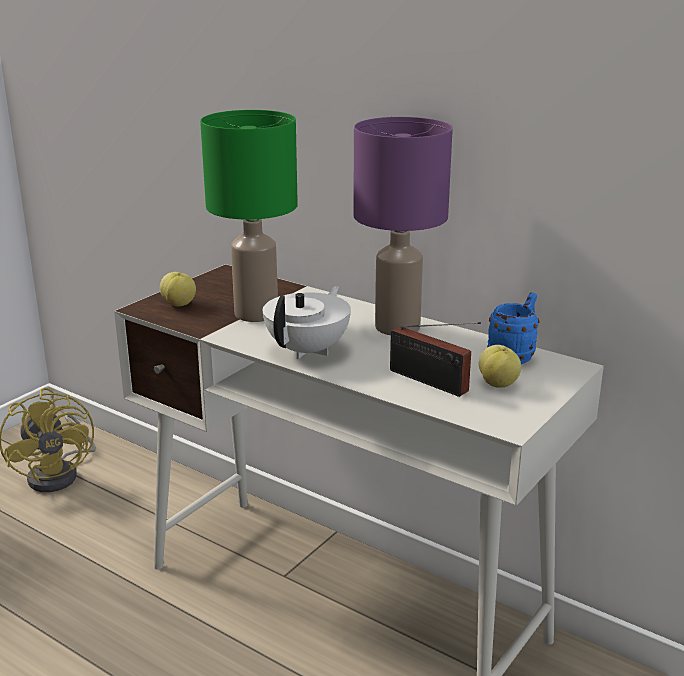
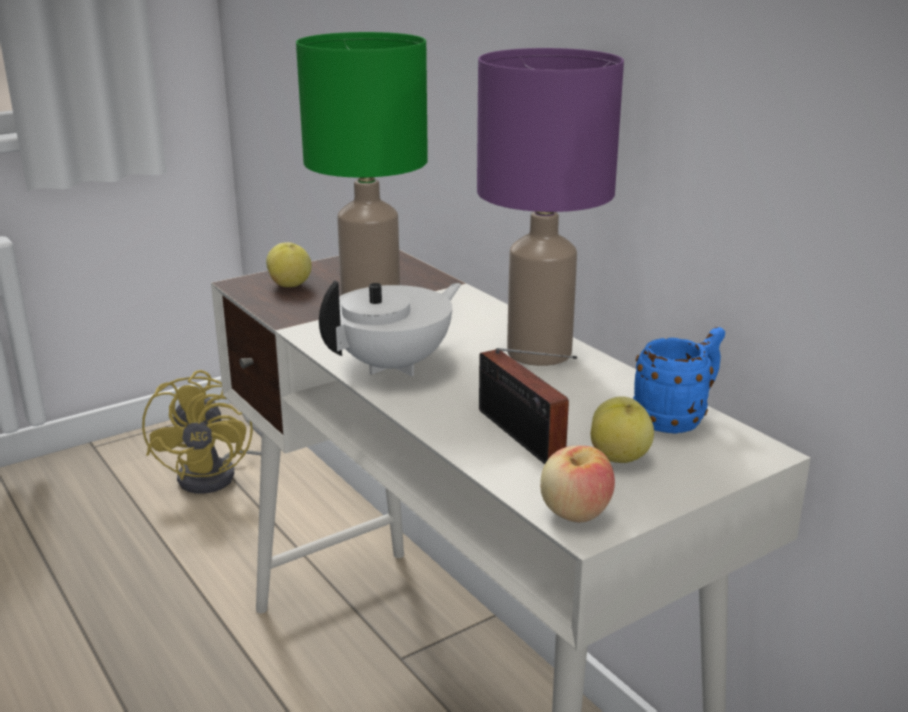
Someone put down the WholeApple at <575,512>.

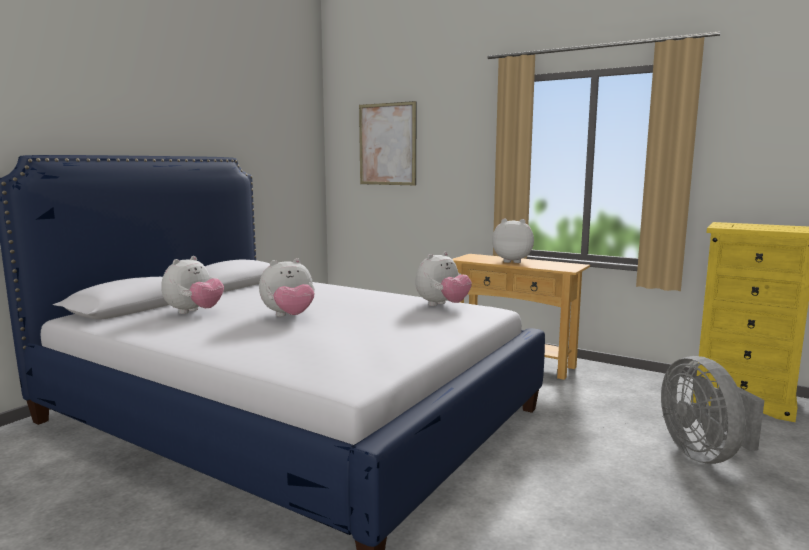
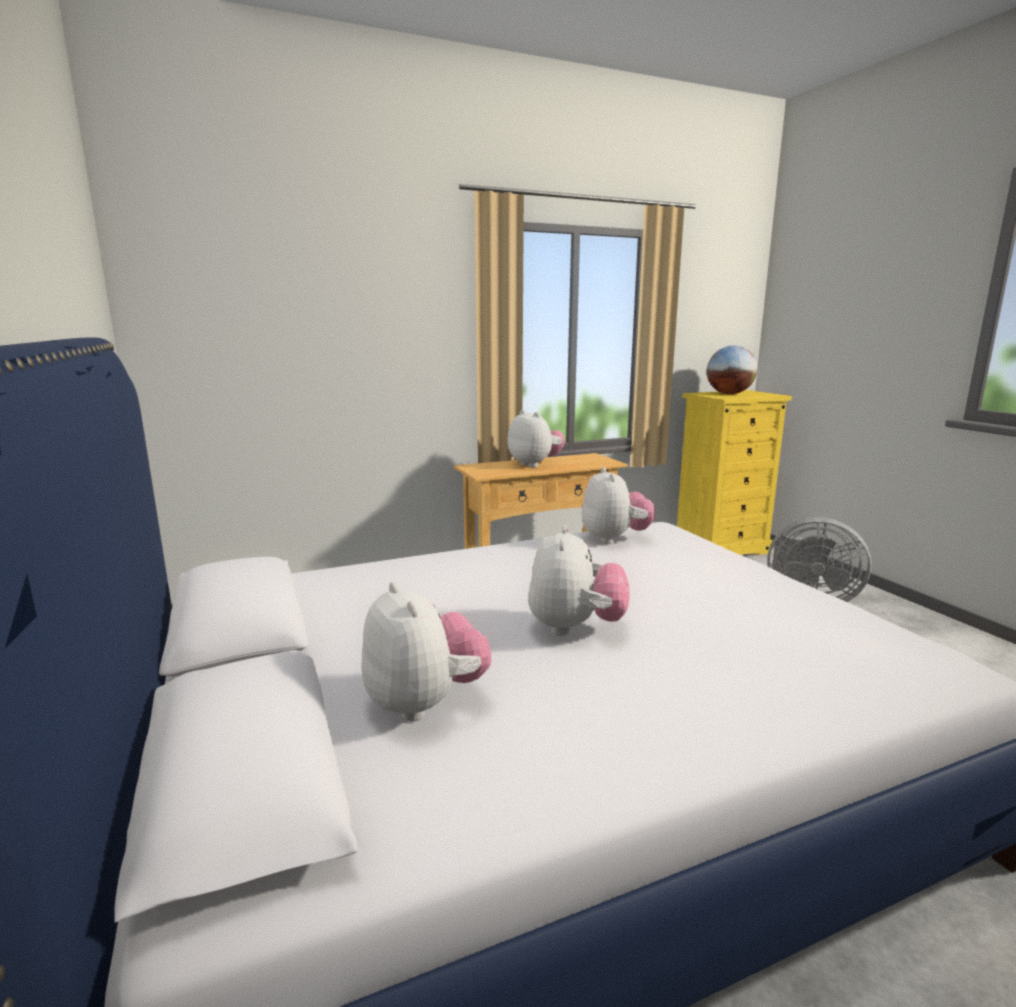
Someone rotated the PlushToy at <512,261> by 90 degrees clockwise.
Someone put down the WorldGlobe at <729,394>.
Someone took away the WallPicture at <387,144>.

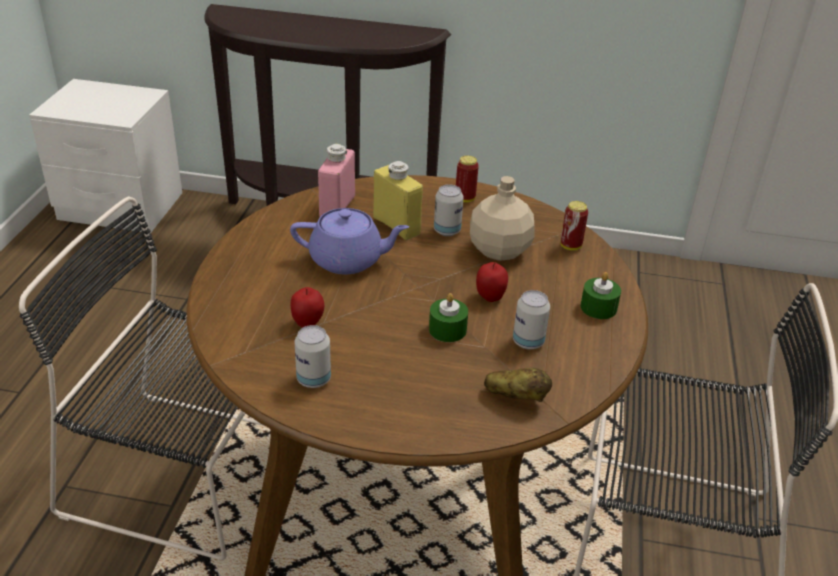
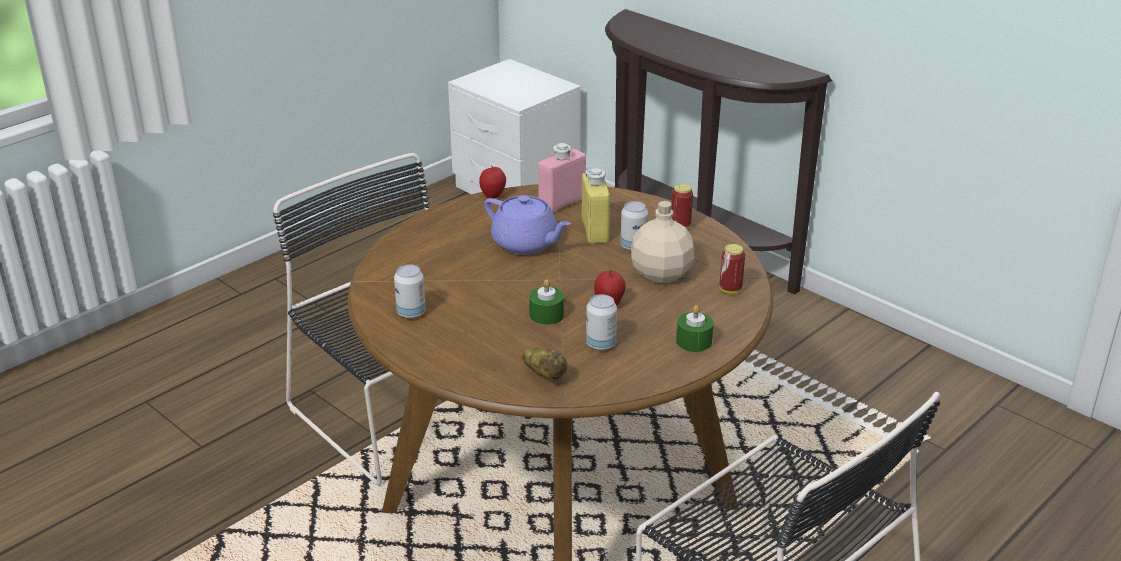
Someone carried the WholeApple from <308,323> to <493,196>.

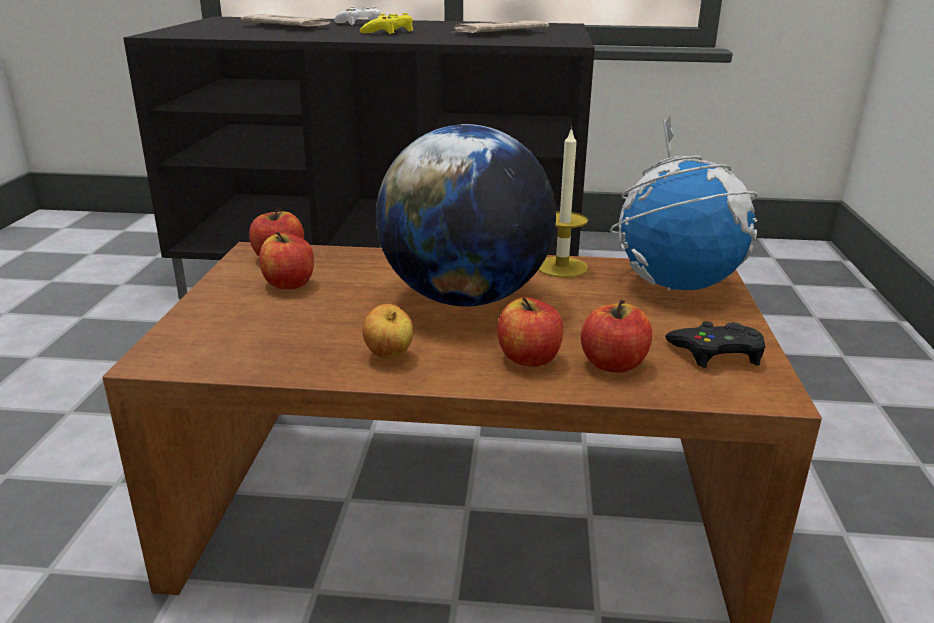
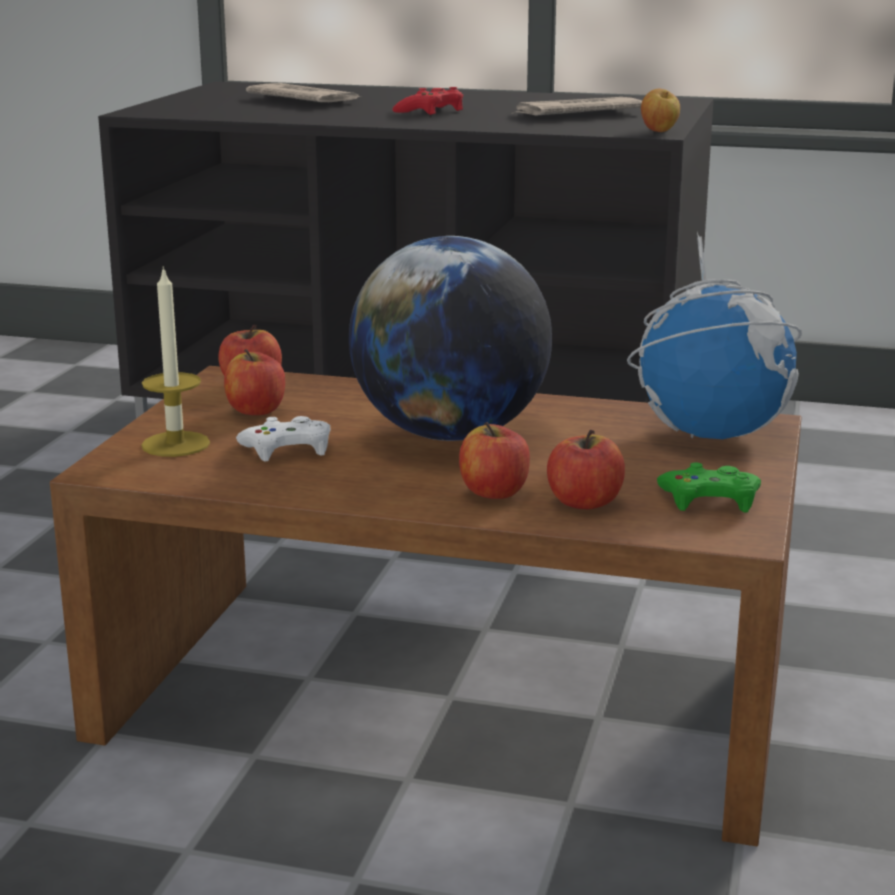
Someone carried the WaxLight from <561,267> to <175,444>.
Someone carried the WhitishGamepad from <360,23> to <288,449>.
Someone repainted the YellowGamepad at <389,32>, which became the RedColouredGamepad at <431,111>.
Someone carried the WholeApple from <389,356> to <659,131>.
Someone repainted the BlackGamepad at <717,353>, which became the GreenGamepad at <710,500>.

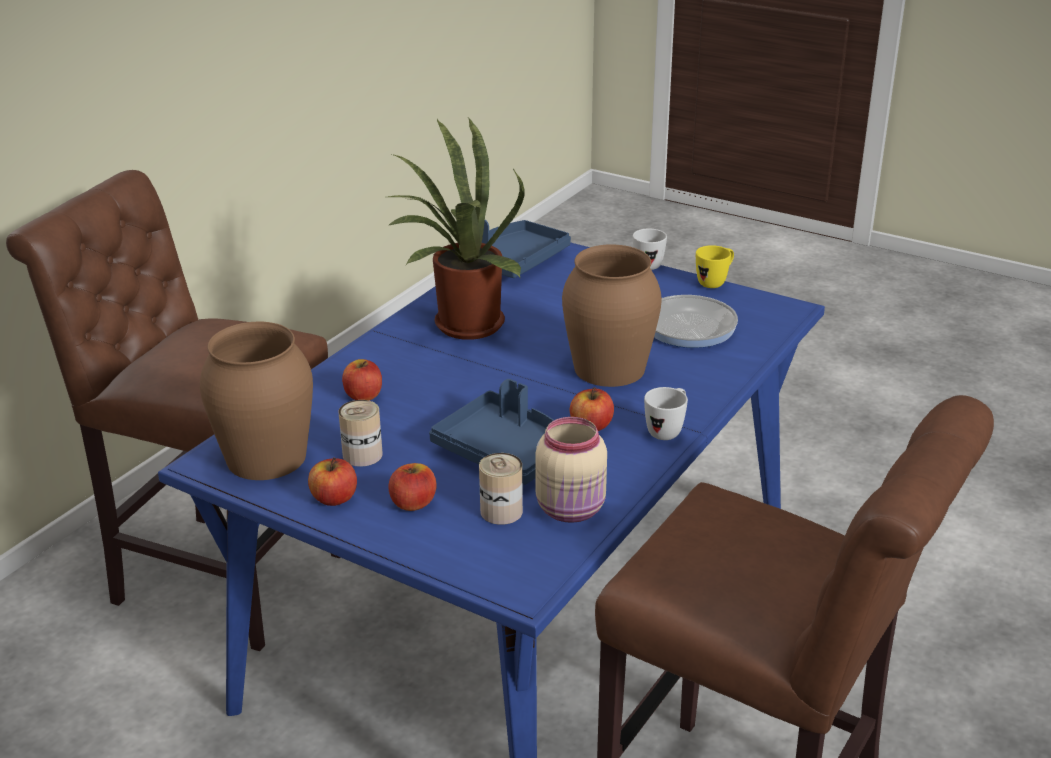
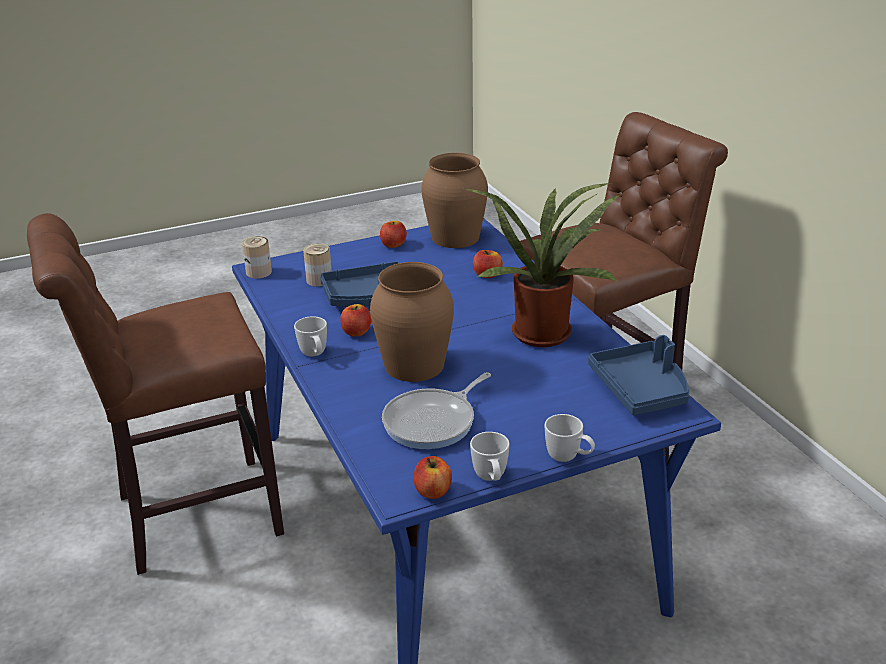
Someone carried the Can from <362,455> to <259,272>.
Someone carried the WholeApple from <413,503> to <433,491>.
Someone repainted the YellowTeaMug at <715,282>, which became the WhitishTeaMug at <491,479>.
Someone took away the BeigeJar at <572,509>.

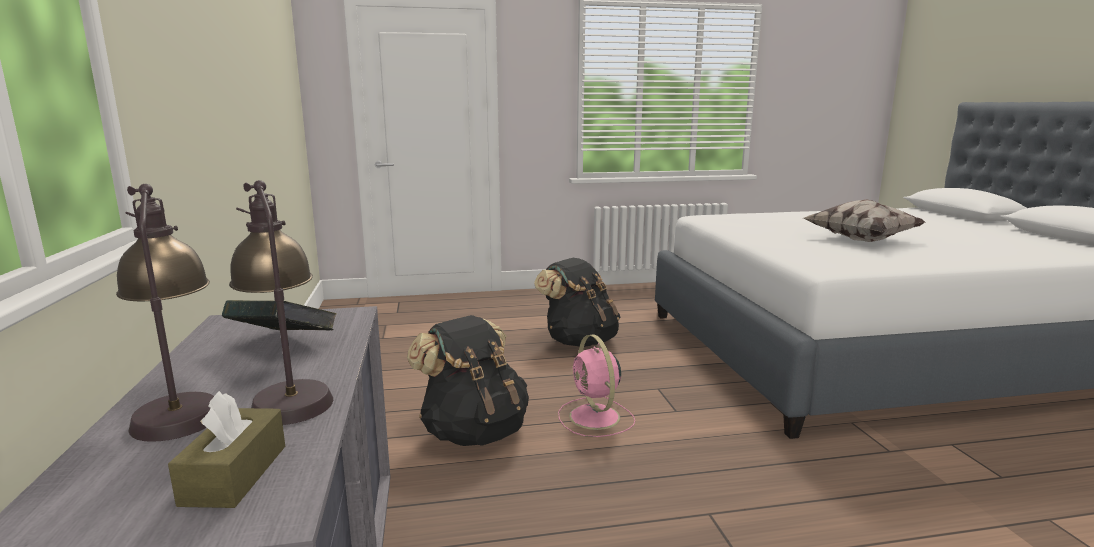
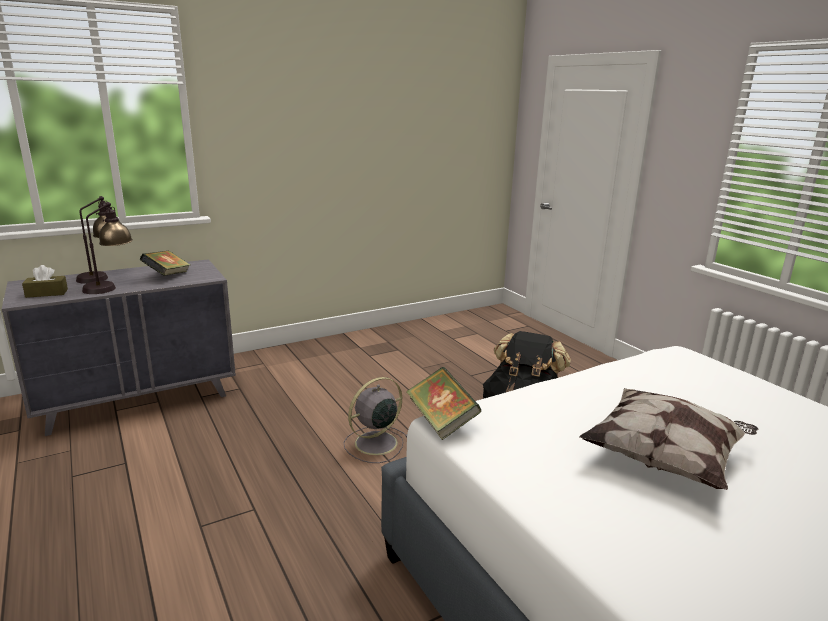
Someone repainted the PinkishCoolingFan at <595,418>, which became the GreyCoolingFan at <374,444>.
Someone put down the Book at <441,421>.
Someone took away the BlackBackpack at <474,431>.

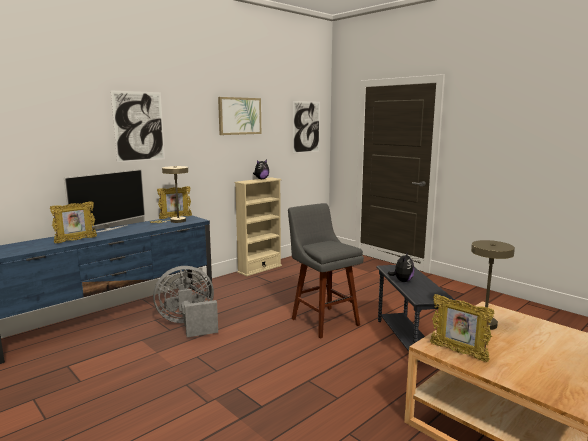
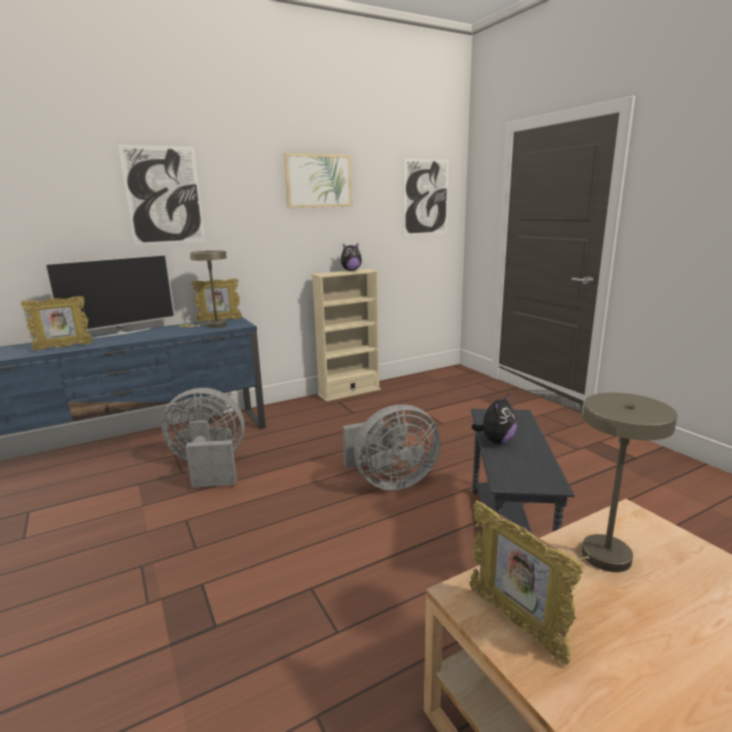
Someone swapped the GreyStoolSeat at <323,320> for the GreyCoolingFan at <390,481>.

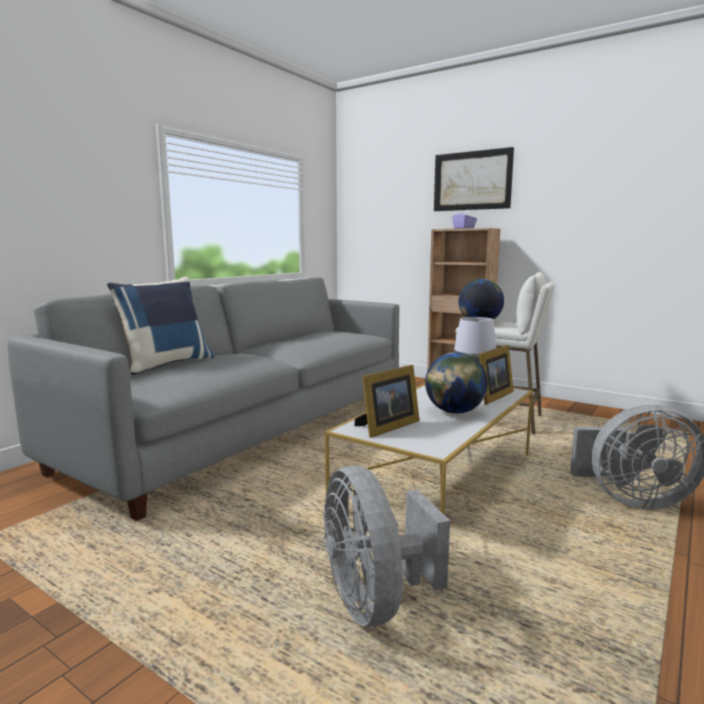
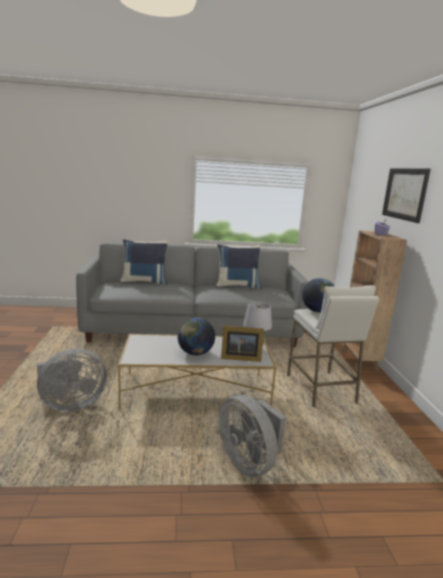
Someone rotated the GreyCoolingFan at <375,601> by 150 degrees counterclockwise.
Someone put down the BluishThrowPillow at <237,286>.
Someone took away the StandingFrame at <386,427>.

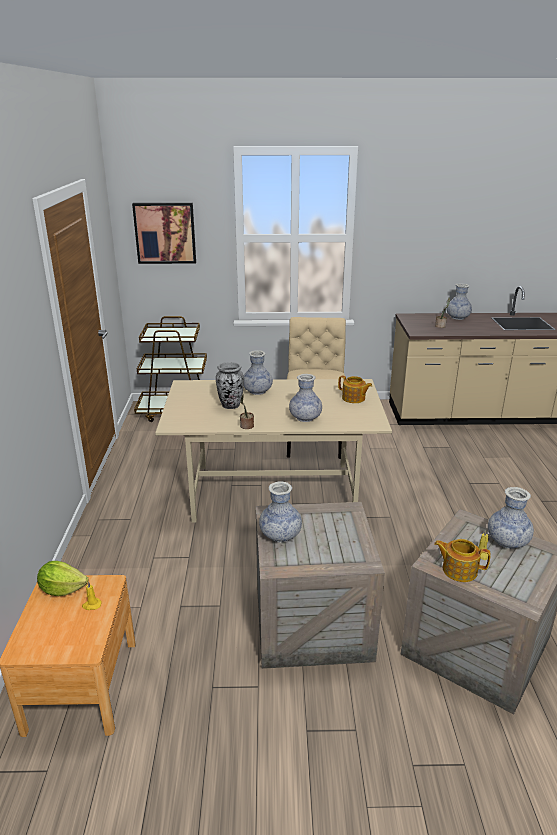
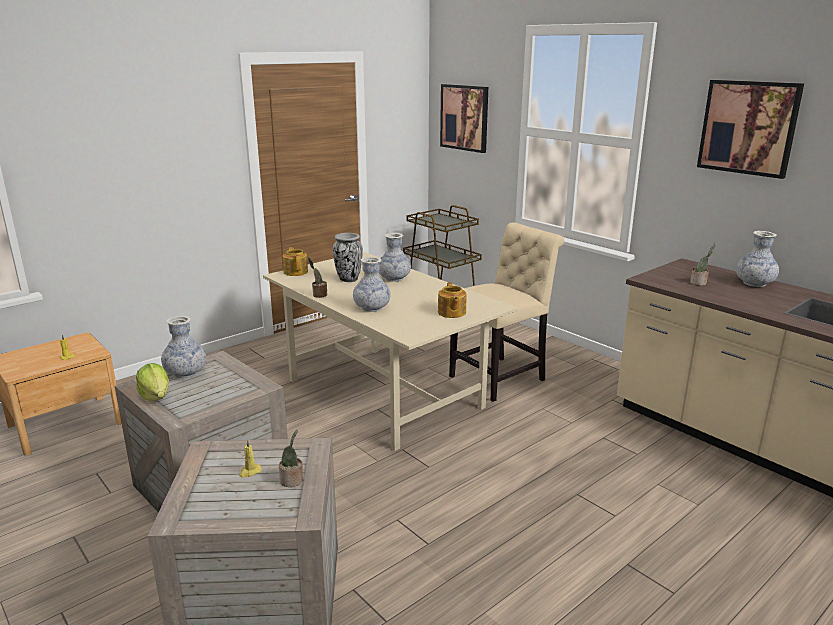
Someone carried the HeadOfLettuce from <62,589> to <156,396>.
Someone swapped the FlowerVase at <507,541> for the PottedPlant at <292,481>.
Someone carried the Teapot from <458,570> to <296,272>.
Someone put up the WallPicture at <748,127>.

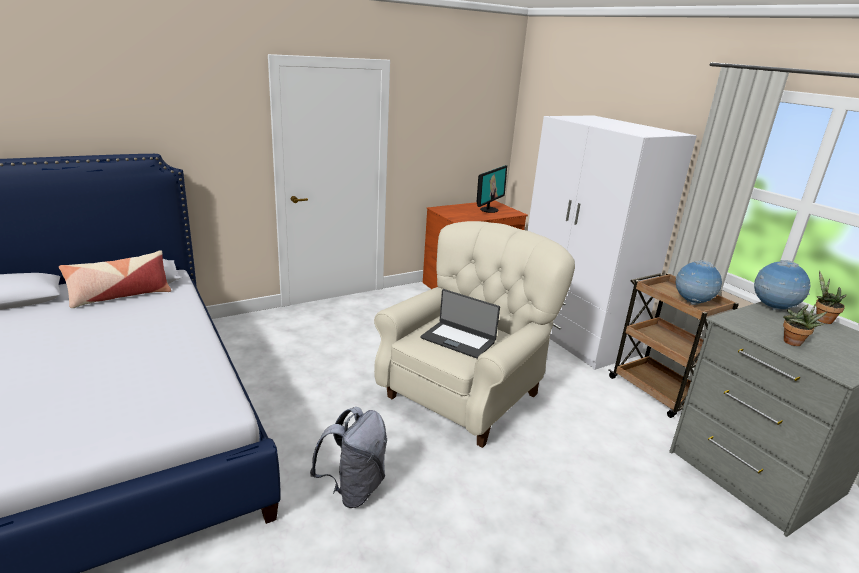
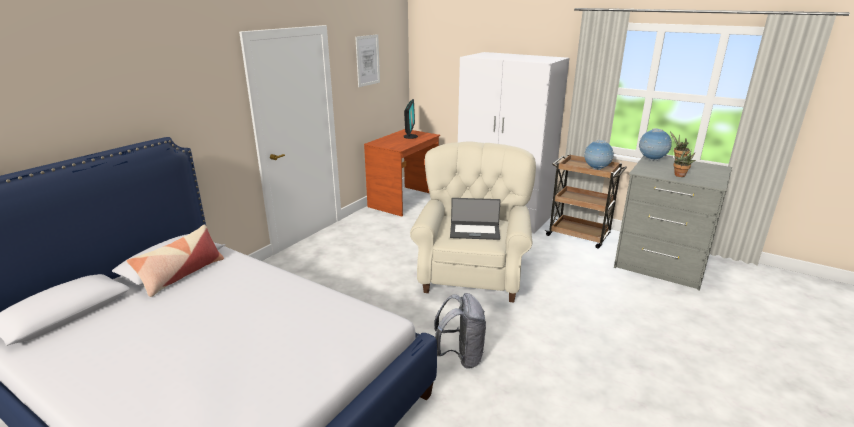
Someone put up the WallPicture at <367,60>.

